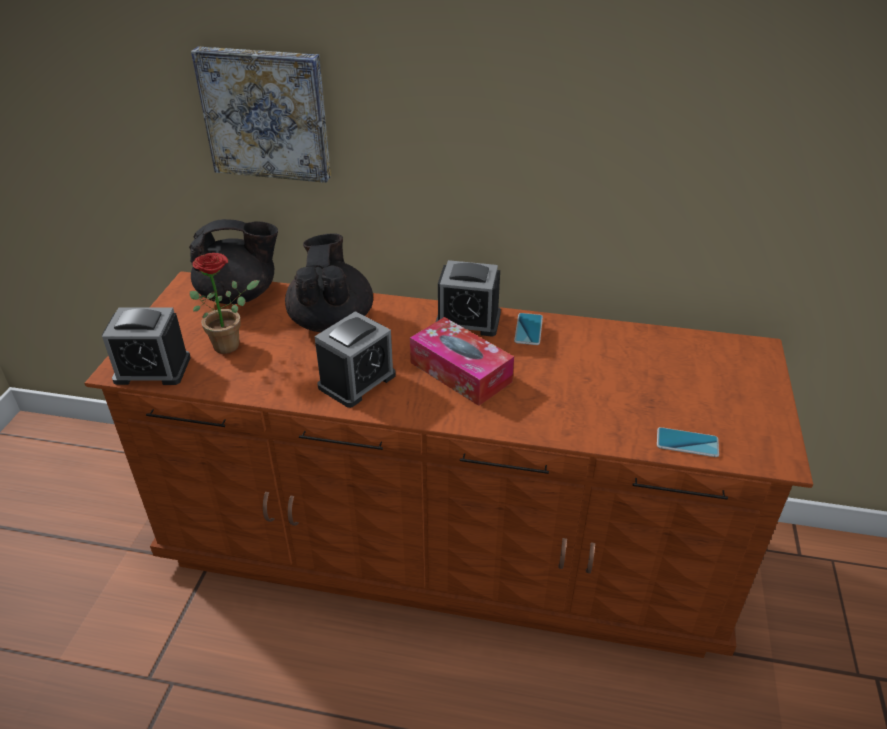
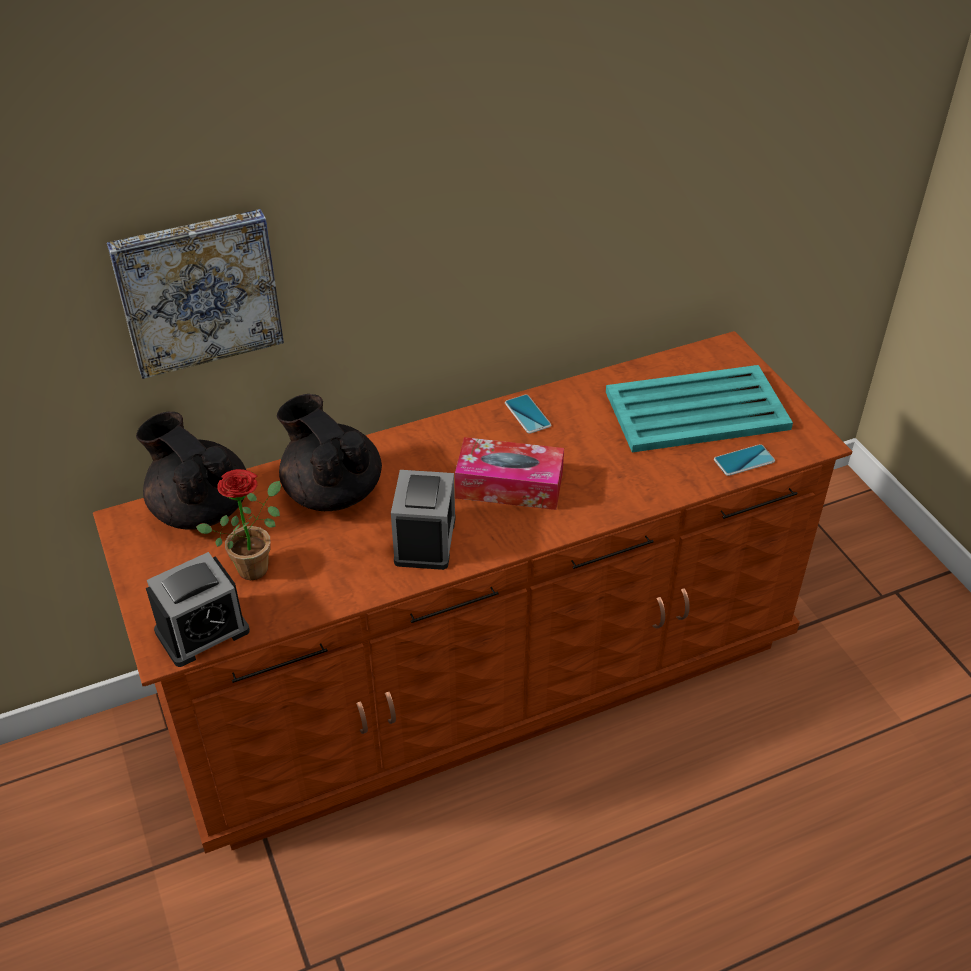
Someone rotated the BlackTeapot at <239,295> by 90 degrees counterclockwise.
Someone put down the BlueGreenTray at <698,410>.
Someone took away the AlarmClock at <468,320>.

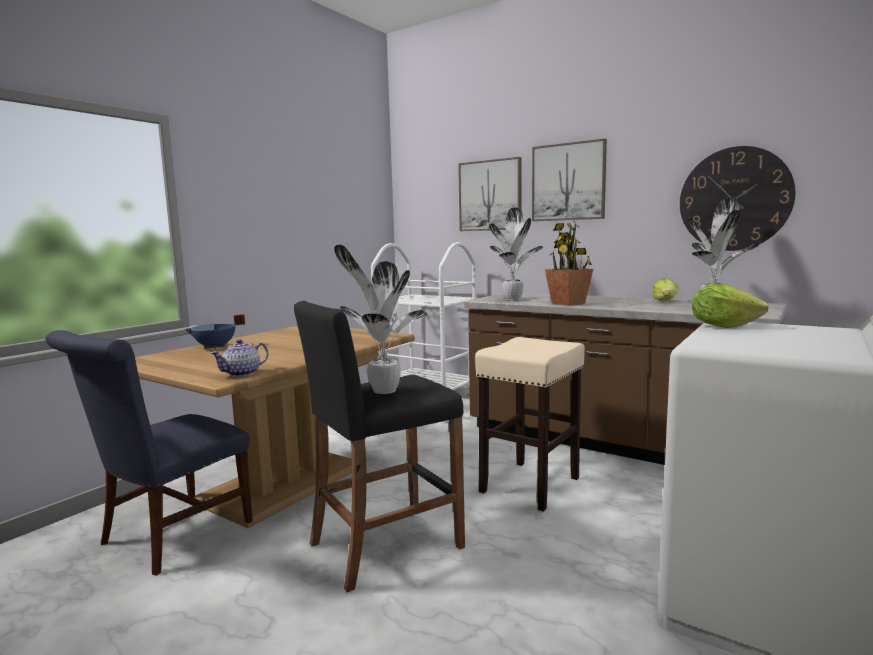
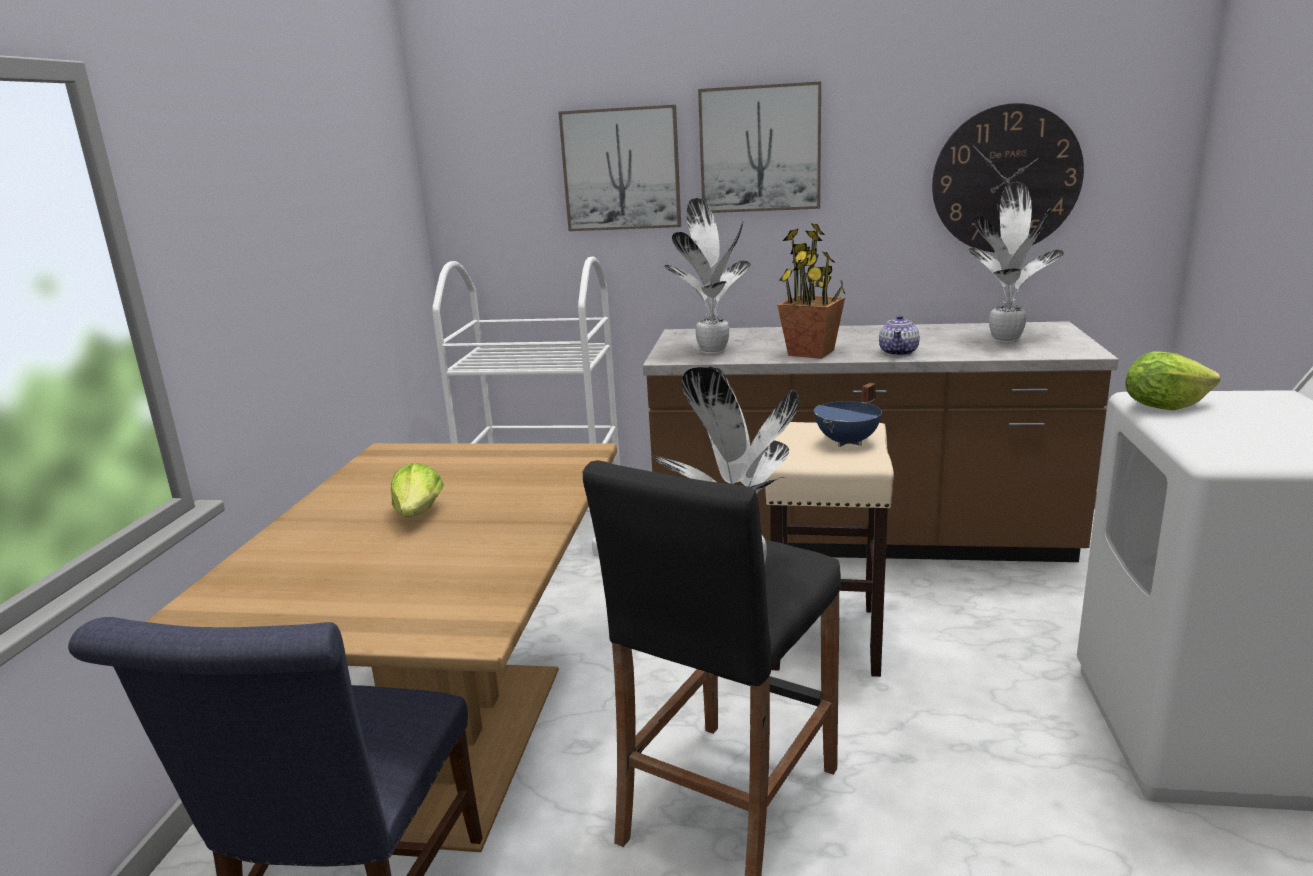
Someone carried the HeadOfLettuce from <665,301> to <419,514>.
Someone carried the BluishSaucepot from <215,347> to <848,442>.
Someone carried the Teapot from <242,373> to <899,352>.

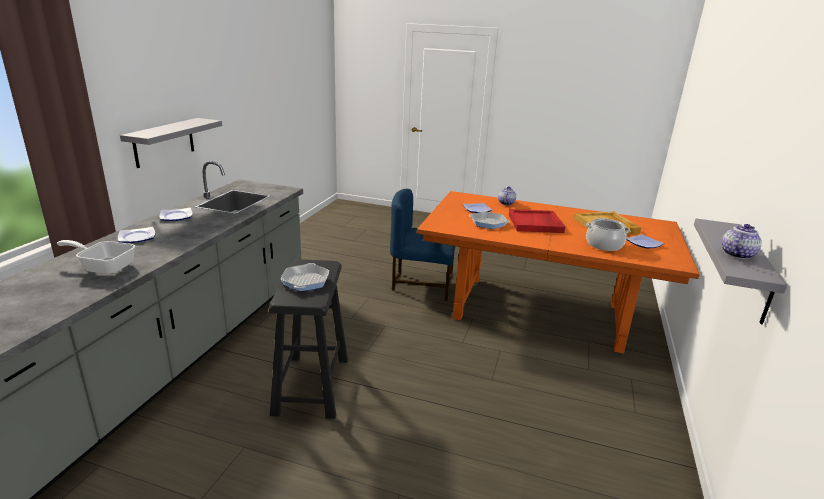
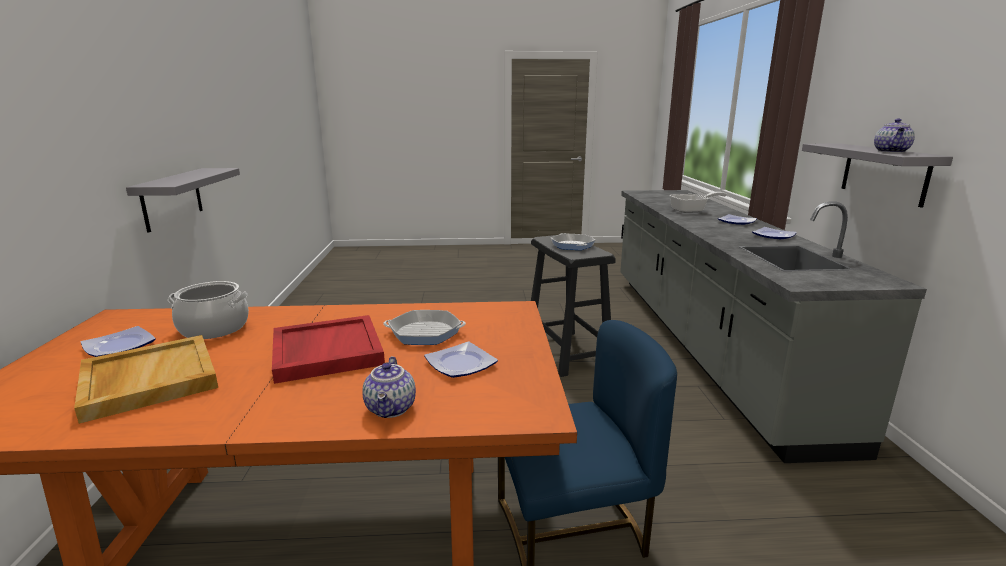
Someone carried the Teapot from <737,254> to <891,152>.

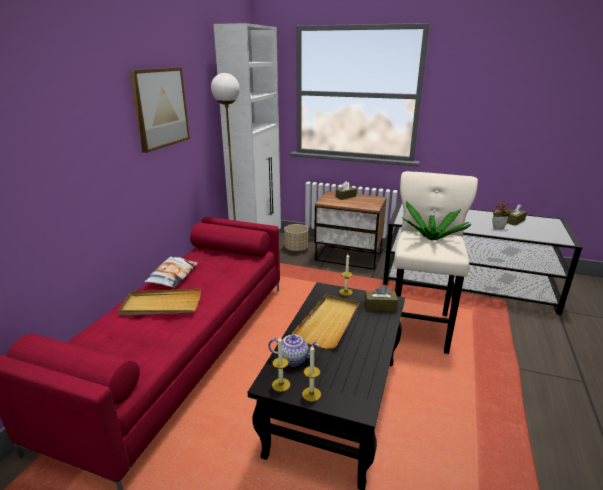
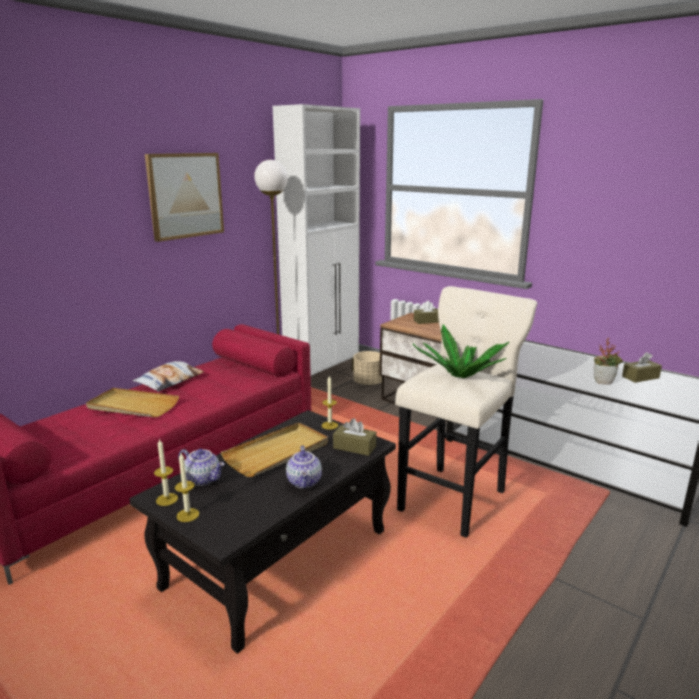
Someone put down the Teapot at <305,482>.

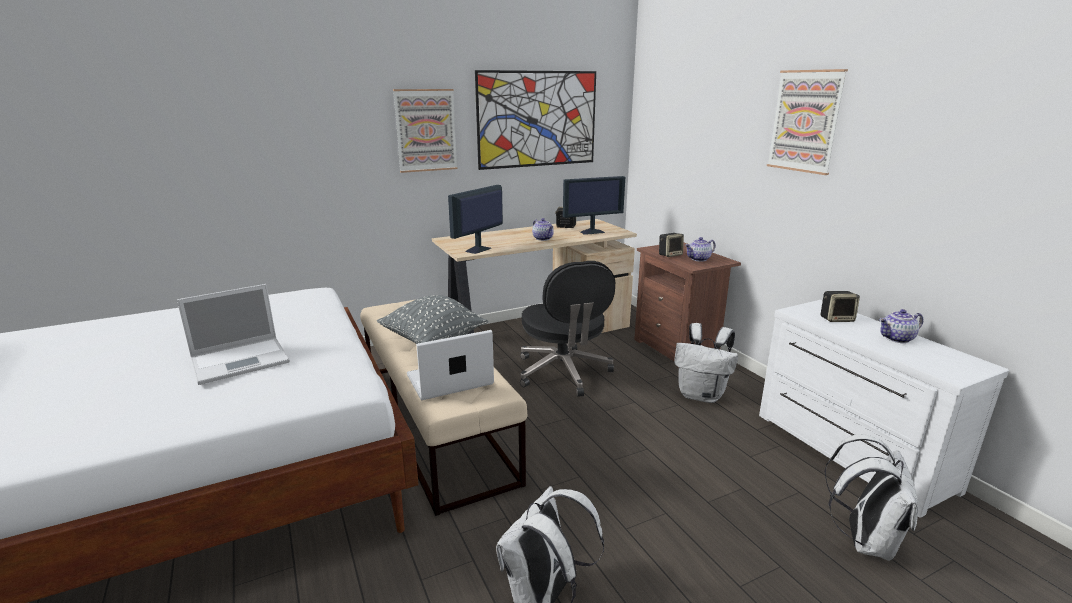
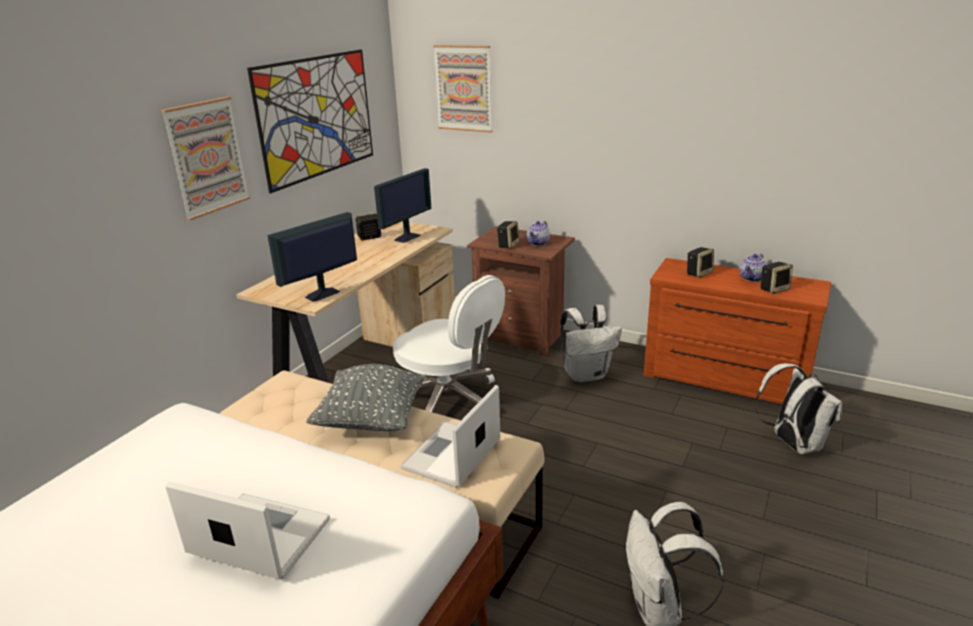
Someone rotated the Laptop at <242,360> by 90 degrees counterclockwise.
Someone rotated the Monitor at <478,250> by 45 degrees clockwise.
Someone repainted the BlackDeskChair at <563,373>, which became the WhitishDeskChair at <449,401>.
Someone carried the WallPicture from <805,121> to <464,88>.
Someone repainted the WhitishDresser at <848,452>, which became the BrownishDresser at <724,380>.
Someone put down the Loudspeaker at <774,289>.
Someone took away the Teapot at <543,238>.

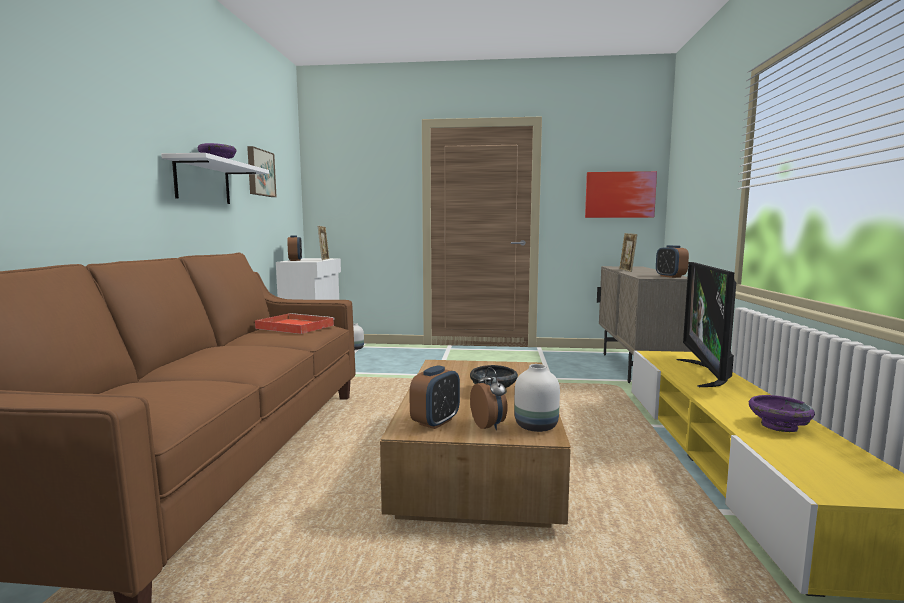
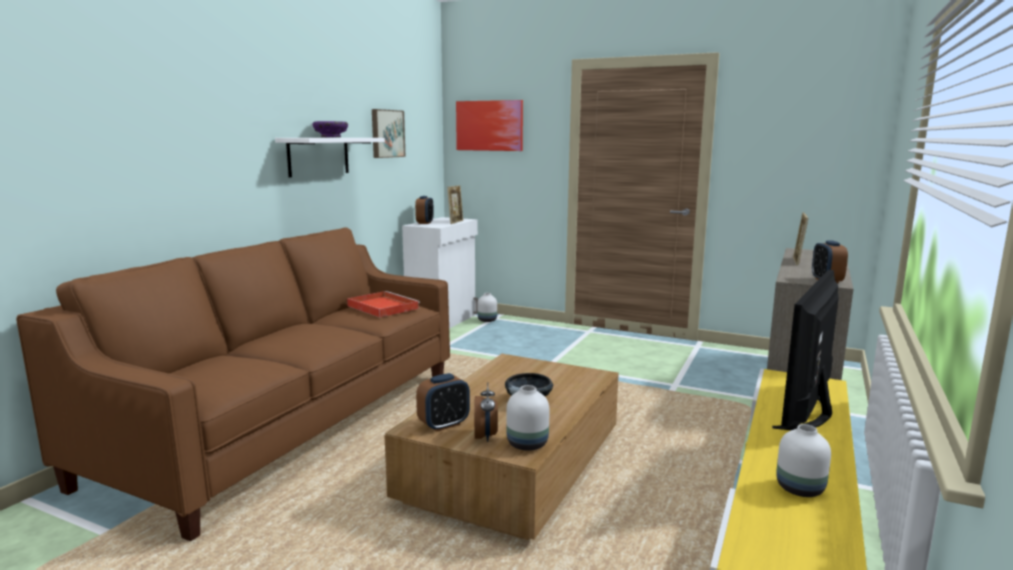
Someone carried the WallPicture from <619,195> to <489,125>.
Someone swapped the PurplishServingBowl at <778,426> for the WhitishFlowerVase at <799,488>.

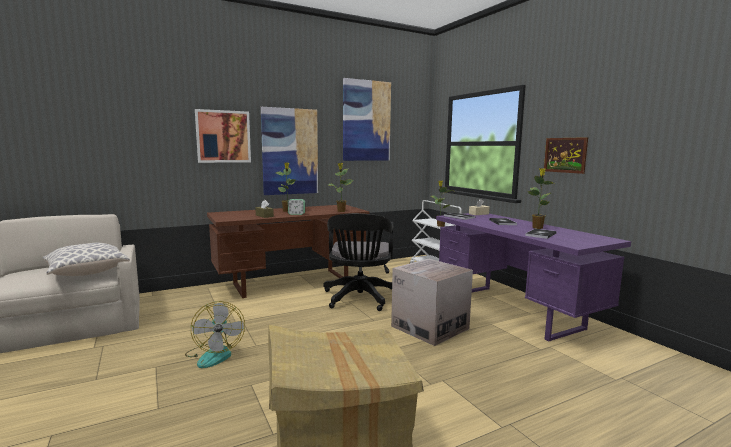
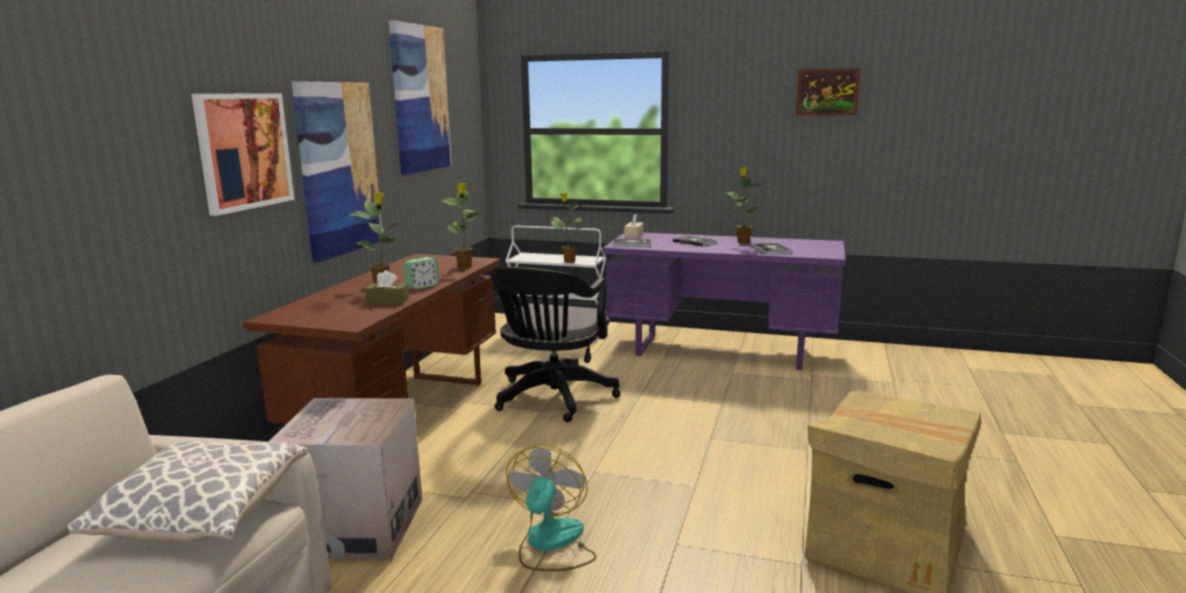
Someone carried the PackingBox from <430,327> to <356,526>.
Someone rotated the BlackDeskChair at <359,299> by 60 degrees clockwise.
Someone rotated the CoolingFan at <214,354> by 105 degrees counterclockwise.
Someone carried the WallPicture from <565,155> to <827,92>.

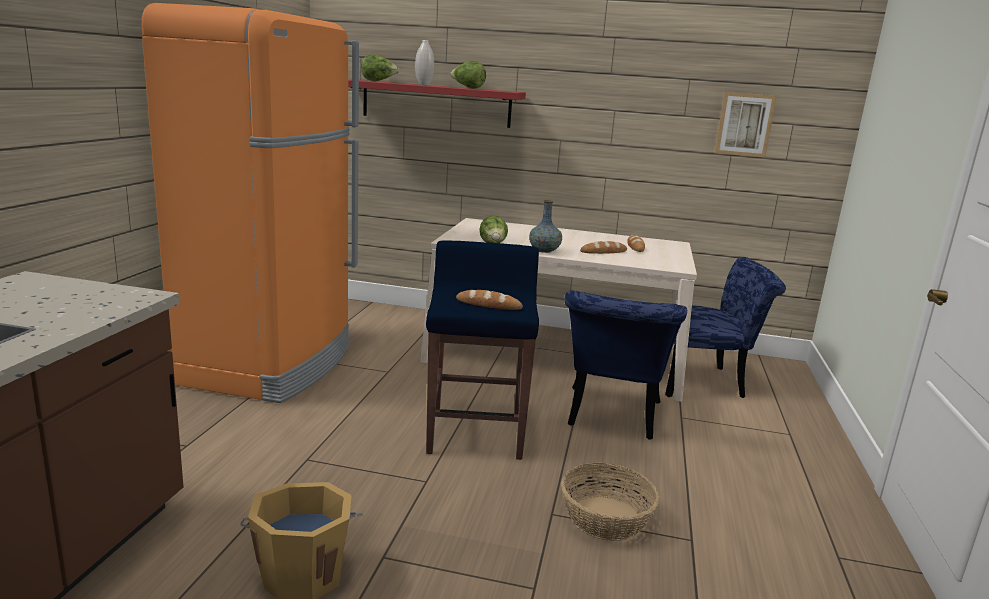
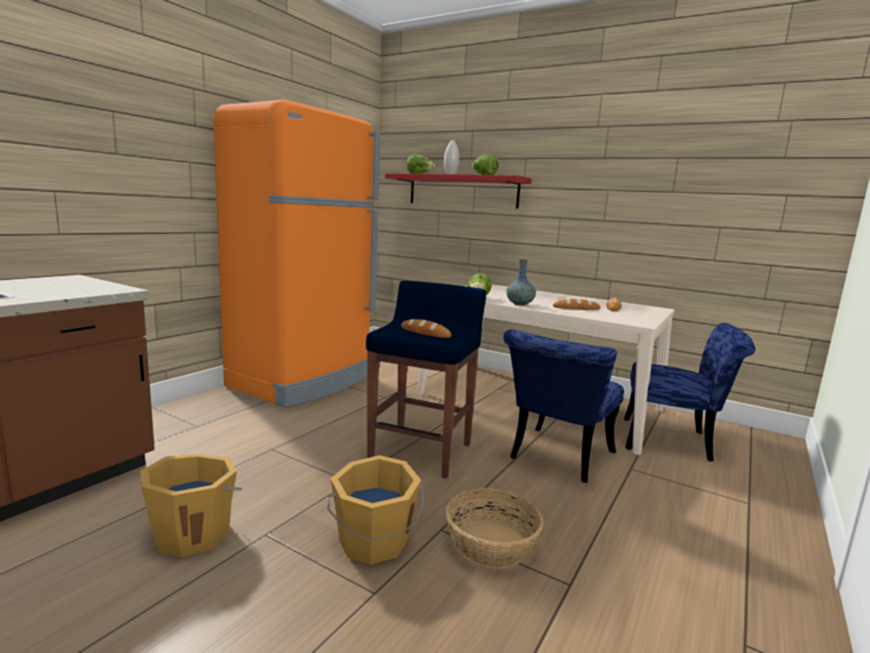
Someone put down the OrangeColouredBucket at <374,542>.
Someone took away the WallPicture at <744,124>.

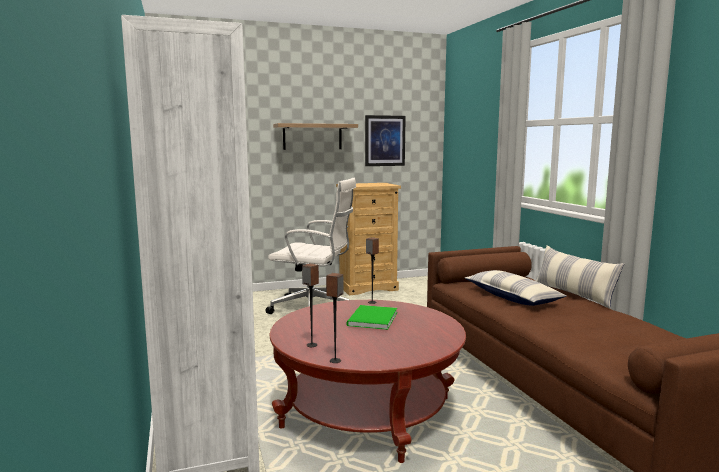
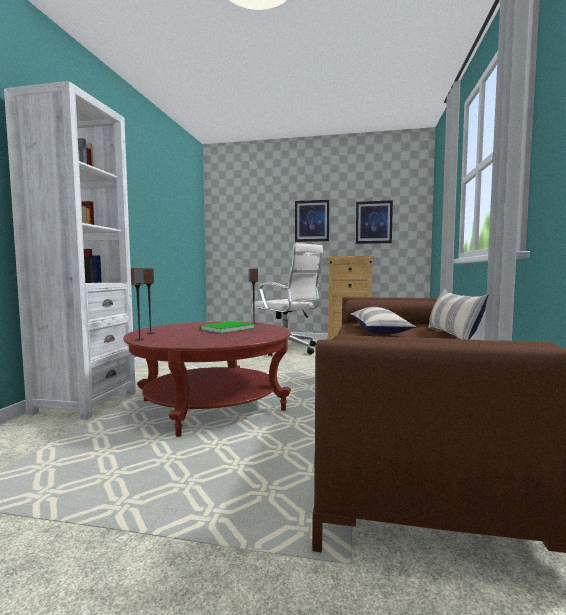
Someone swapped the BracketShelf at <312,136> for the WallPicture at <312,221>.

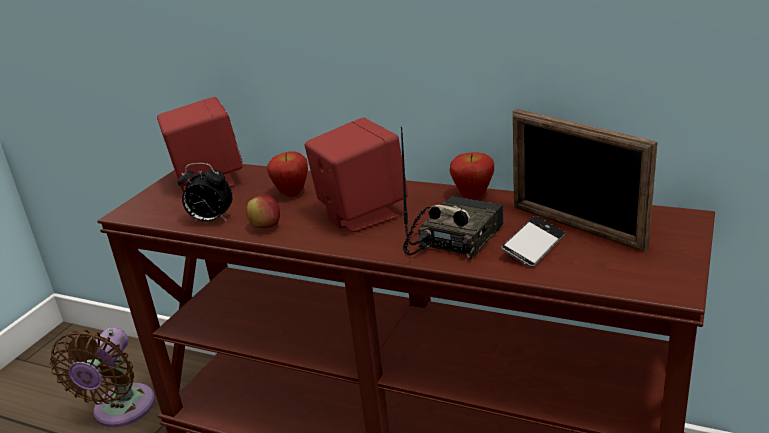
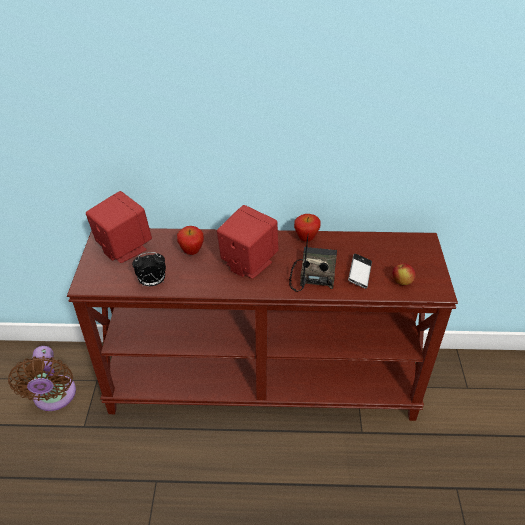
Someone carried the WholeApple from <266,227> to <402,282>.
Someone took away the StandingFrame at <576,227>.

